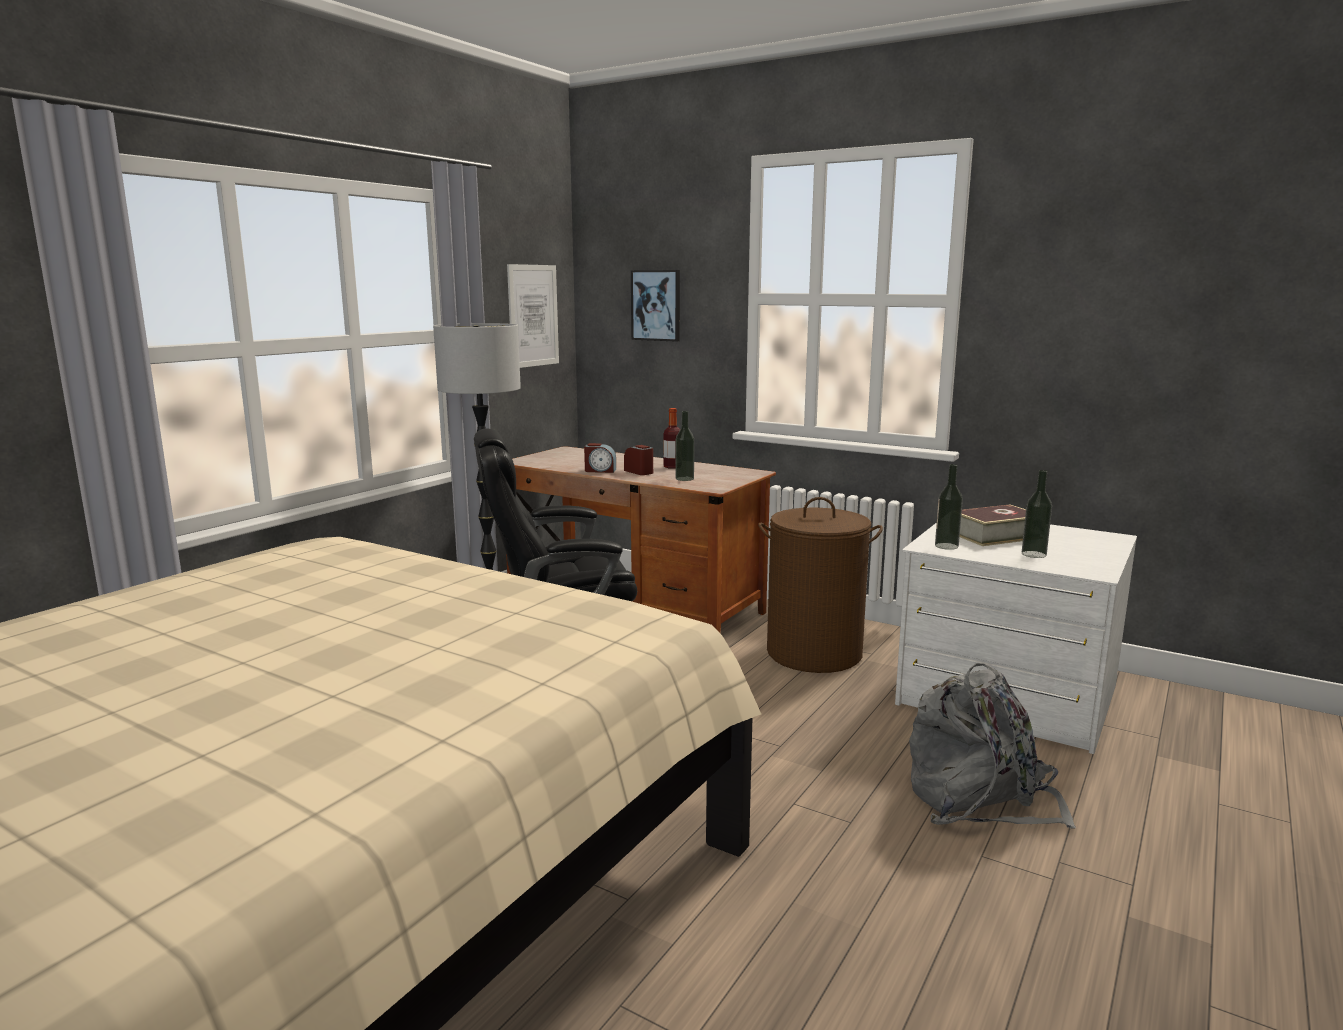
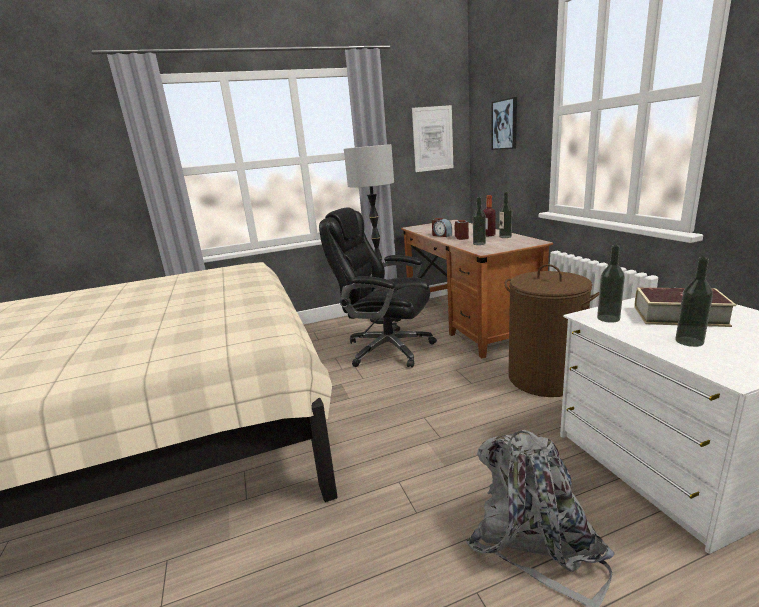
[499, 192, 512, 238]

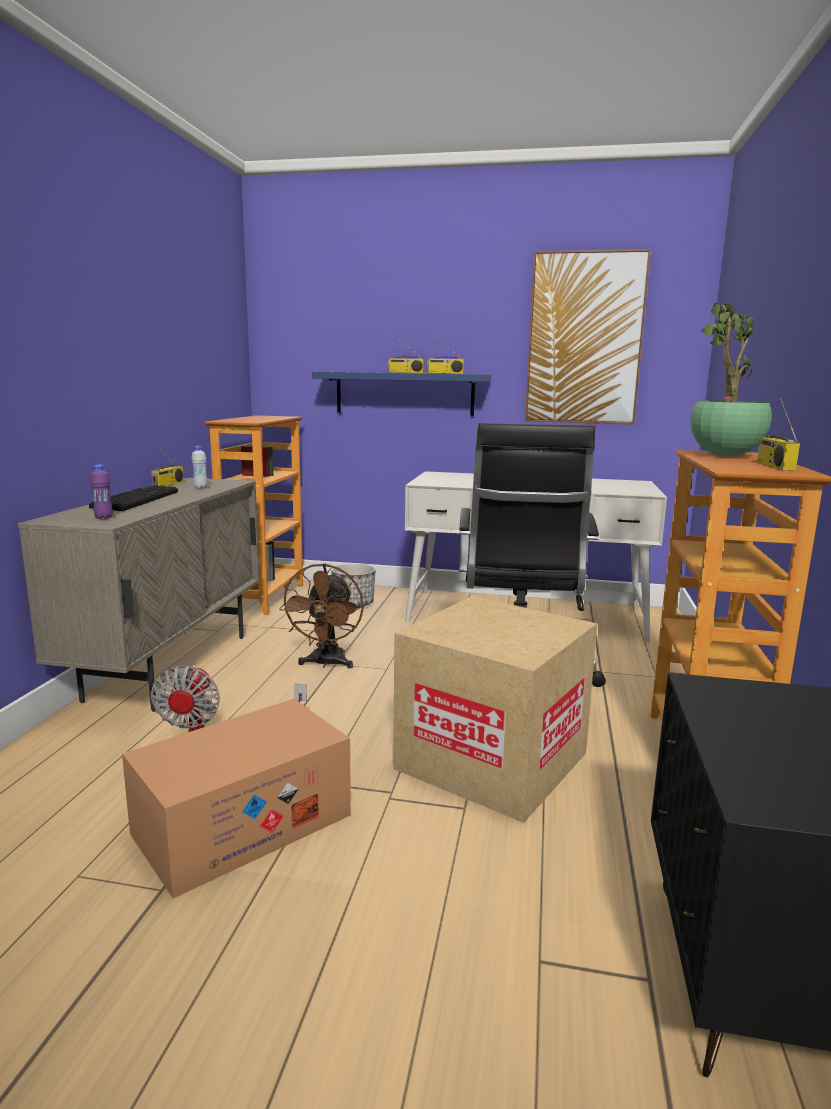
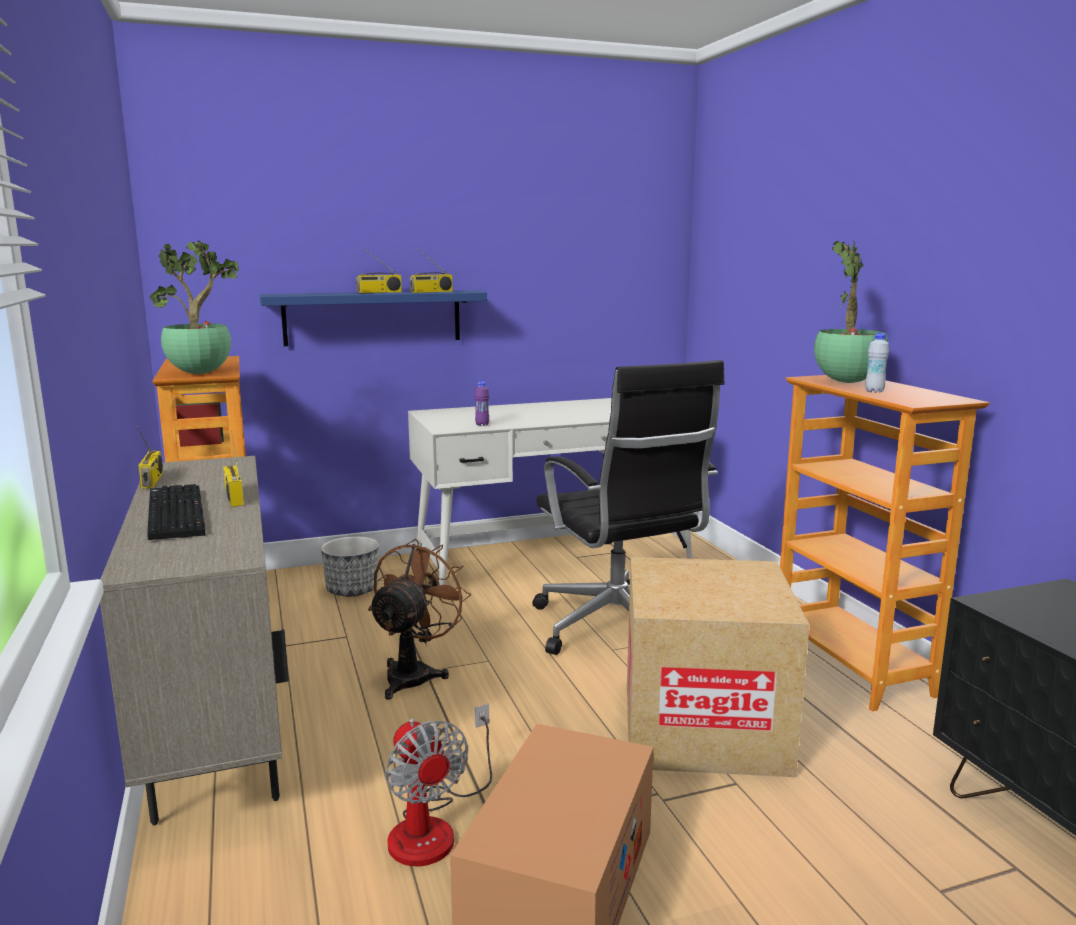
[150, 241, 239, 374]
[223, 431, 244, 507]
[368, 539, 471, 700]
[474, 381, 489, 426]
[865, 333, 889, 393]
[525, 249, 651, 424] (first image)

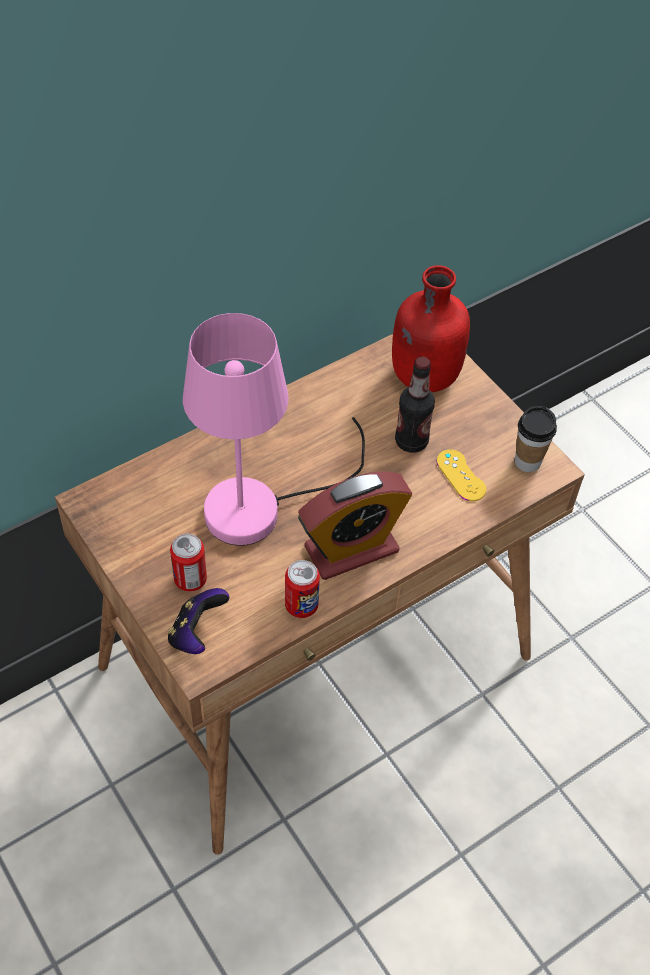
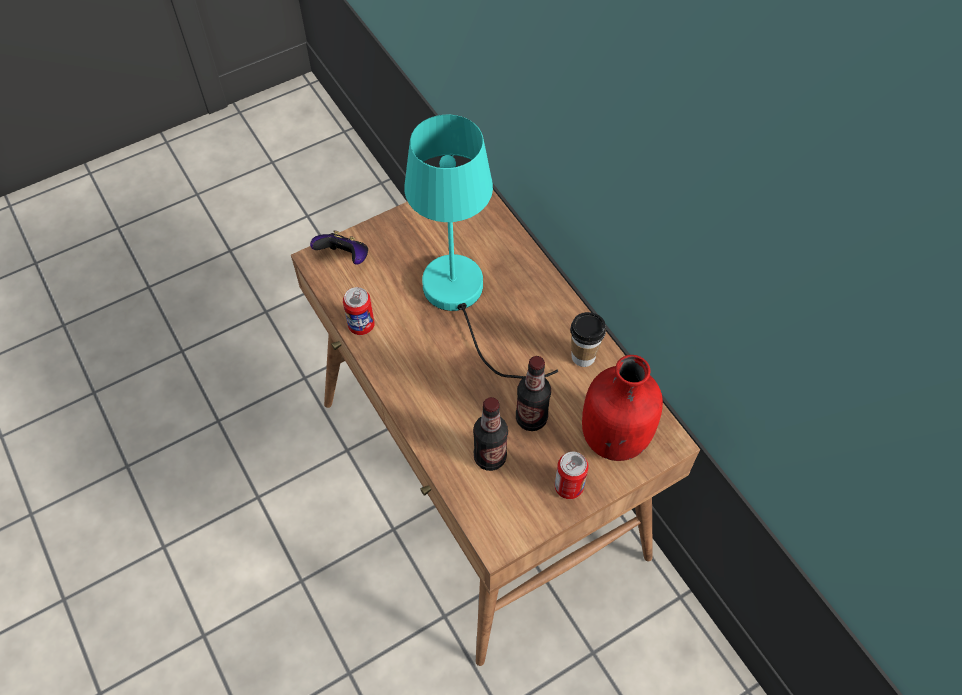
[404, 115, 558, 379]
[473, 397, 508, 471]
[554, 452, 589, 499]
[570, 312, 606, 367]
[298, 471, 412, 580] (first image)

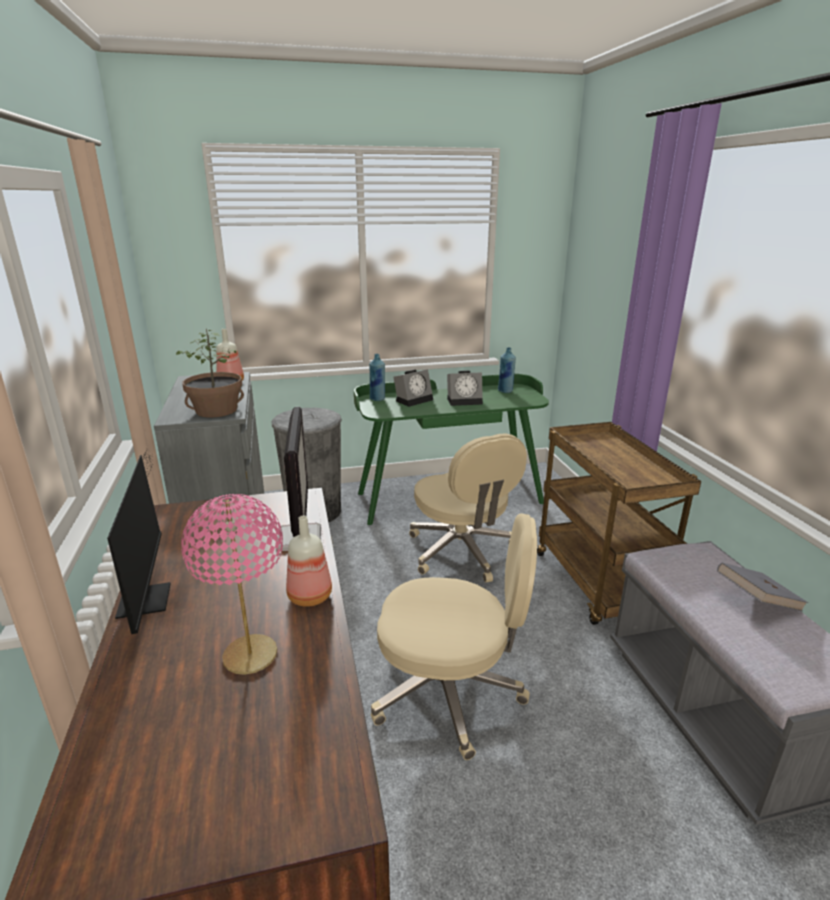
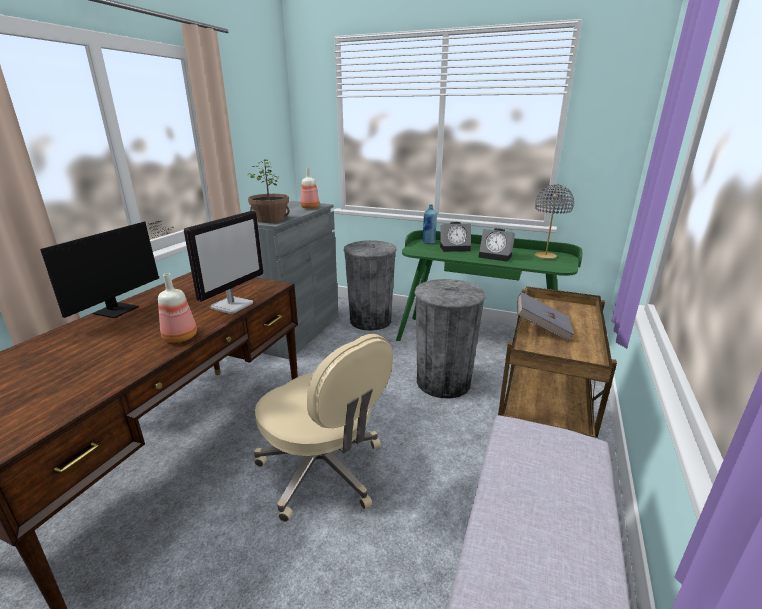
[414, 279, 486, 398]
[517, 292, 574, 341]
[535, 184, 574, 259]
[181, 494, 283, 675] (first image)

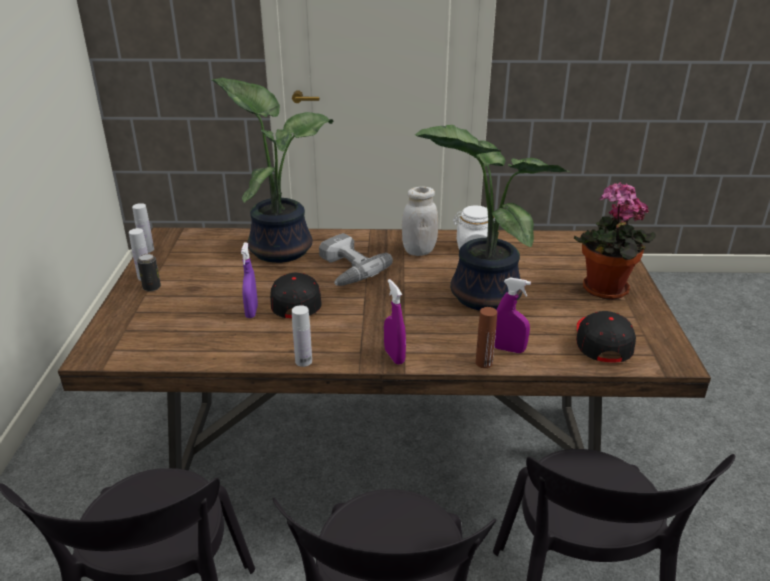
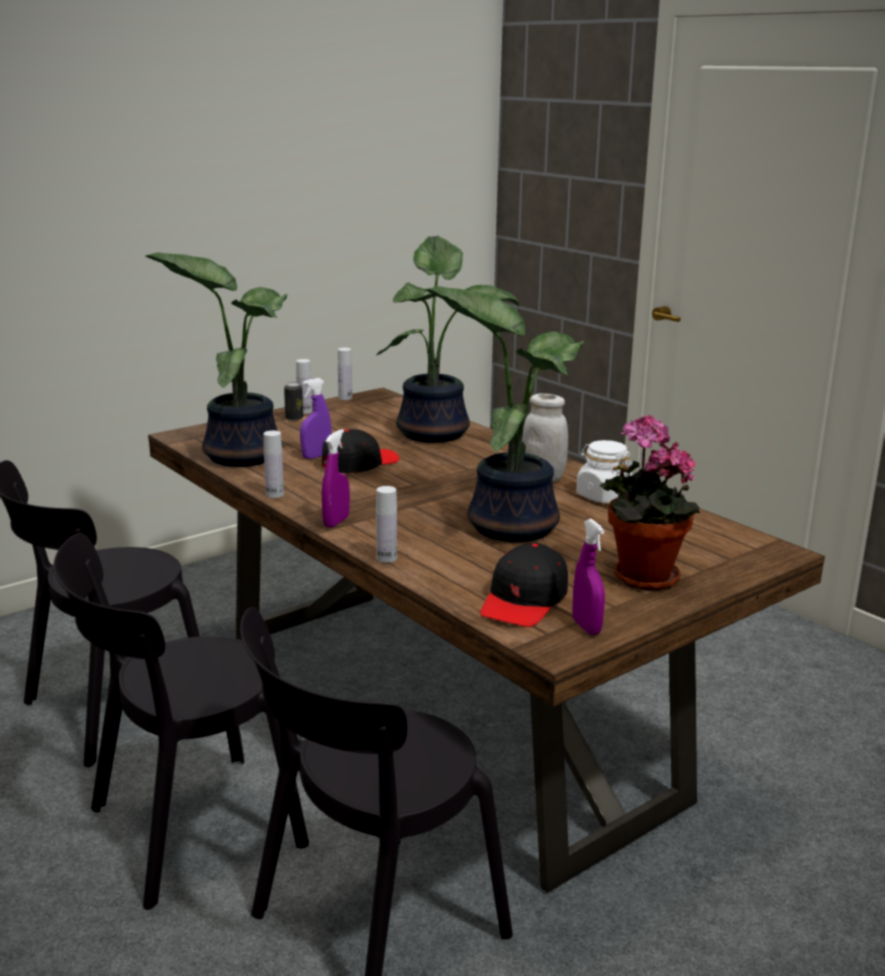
[144, 252, 287, 467]
[376, 486, 397, 563]
[480, 543, 568, 627]
[572, 519, 605, 635]
[319, 233, 393, 286] (first image)

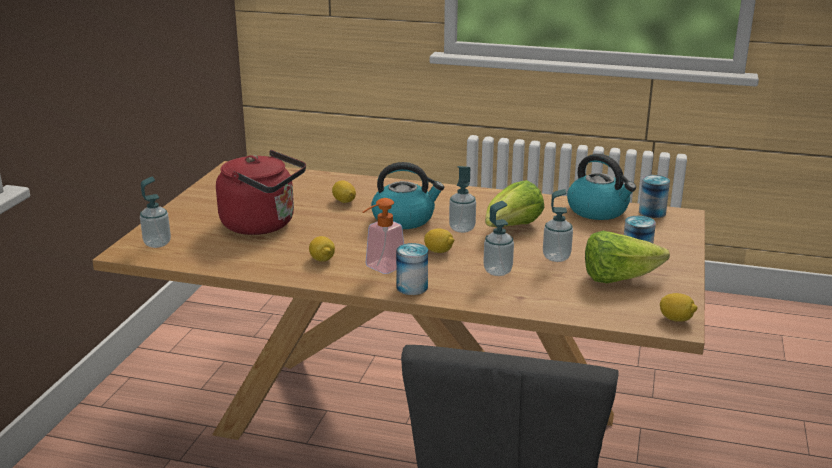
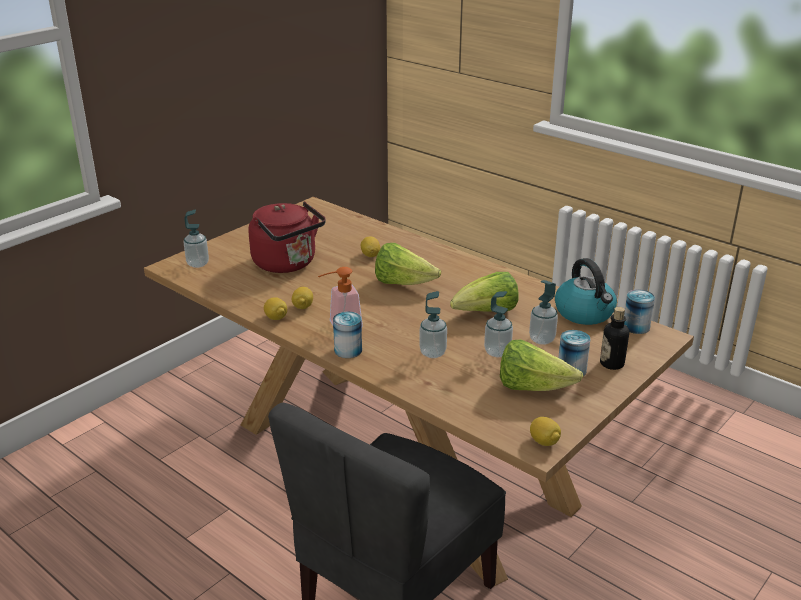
[264, 297, 287, 320]
[375, 243, 441, 285]
[529, 280, 558, 345]
[600, 307, 629, 370]

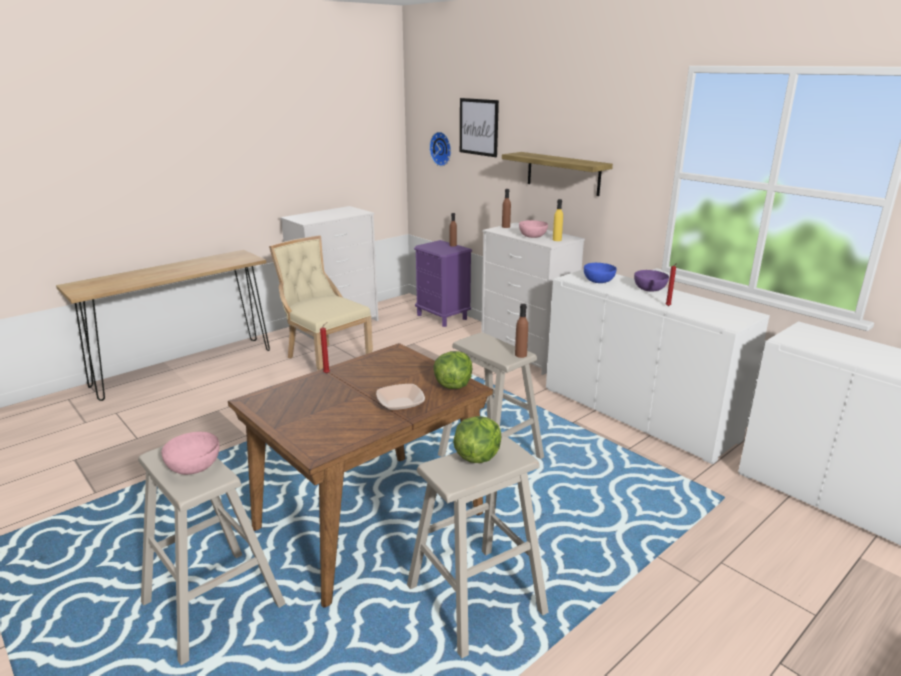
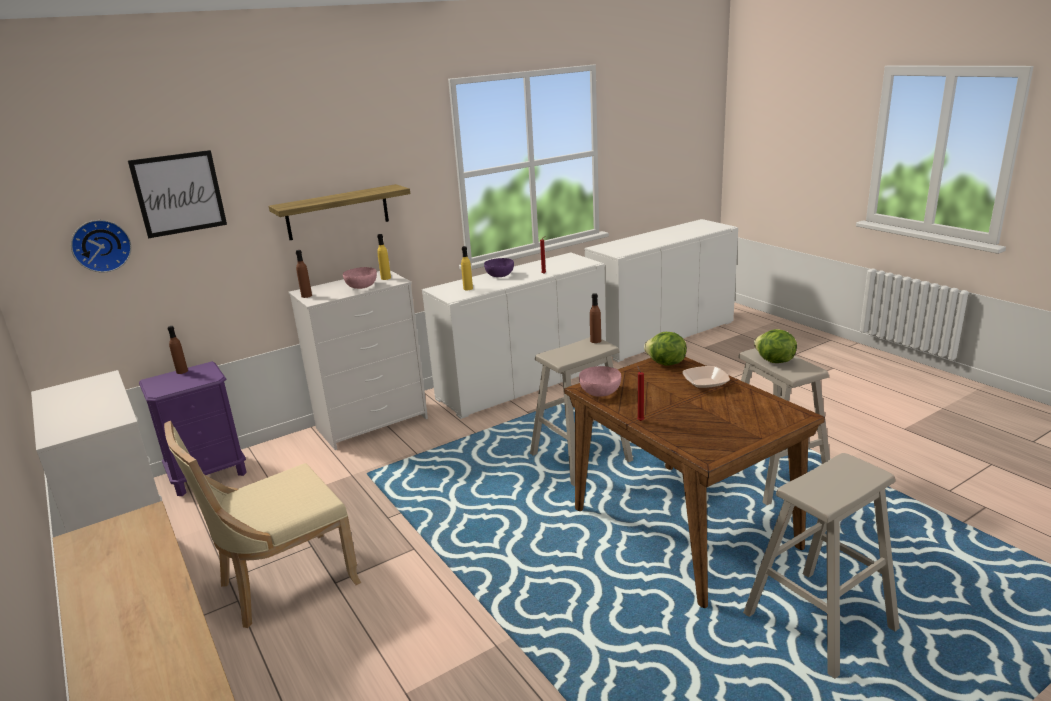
[461, 246, 473, 290]
[579, 366, 621, 397]

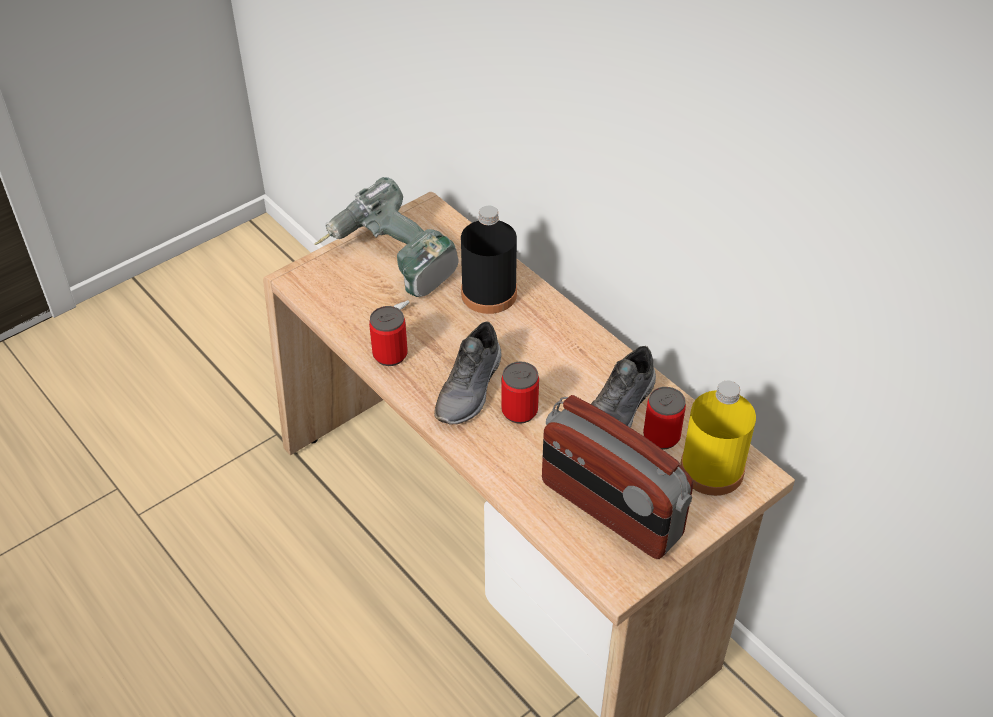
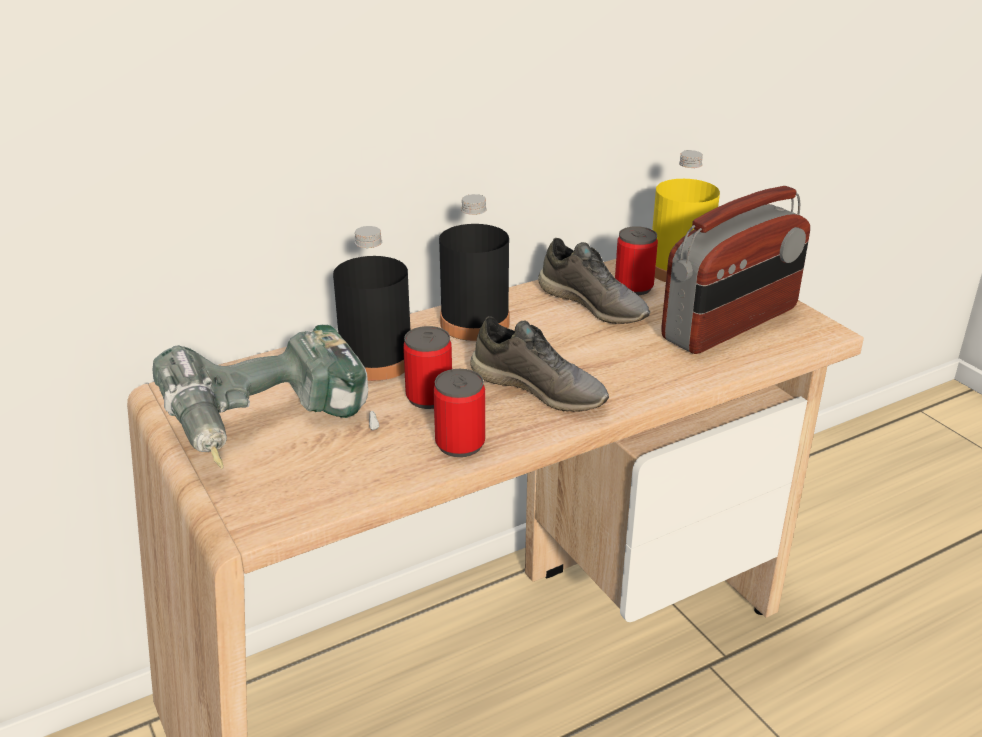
[403, 326, 452, 409]
[439, 194, 510, 341]

